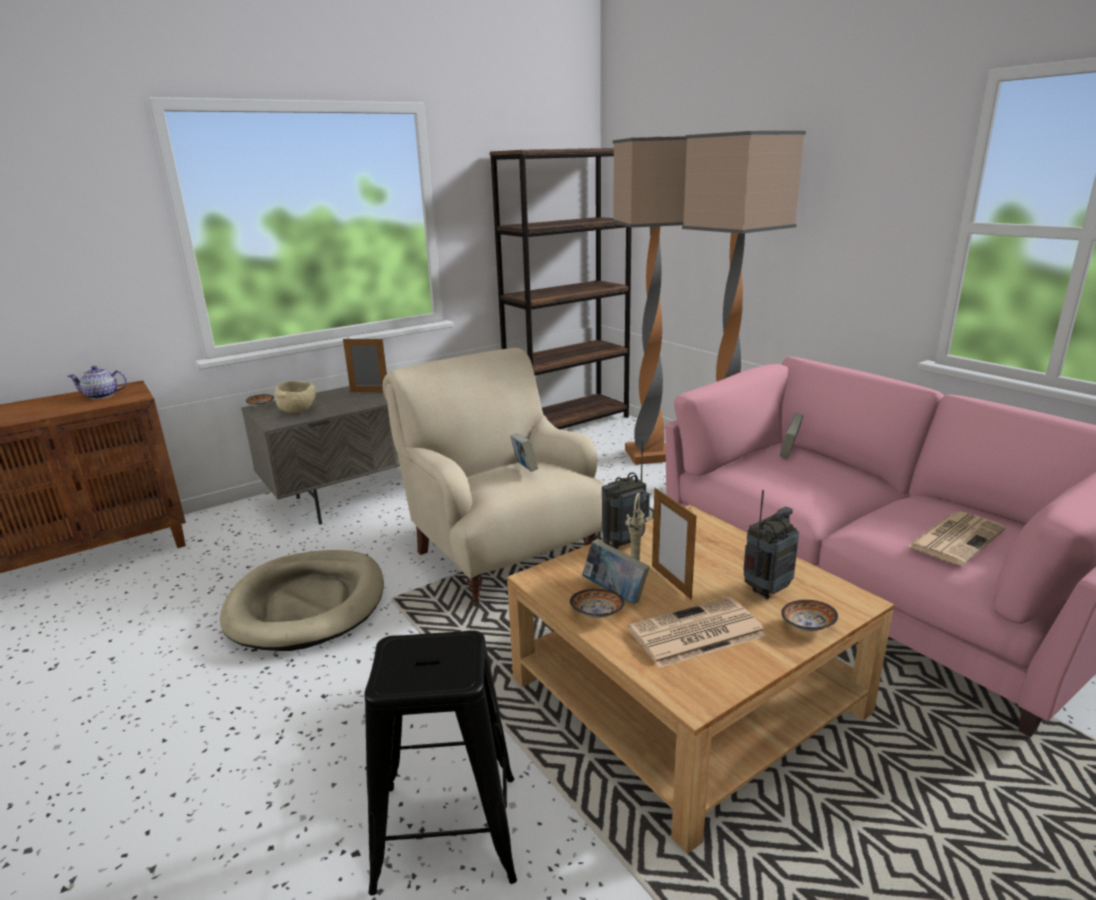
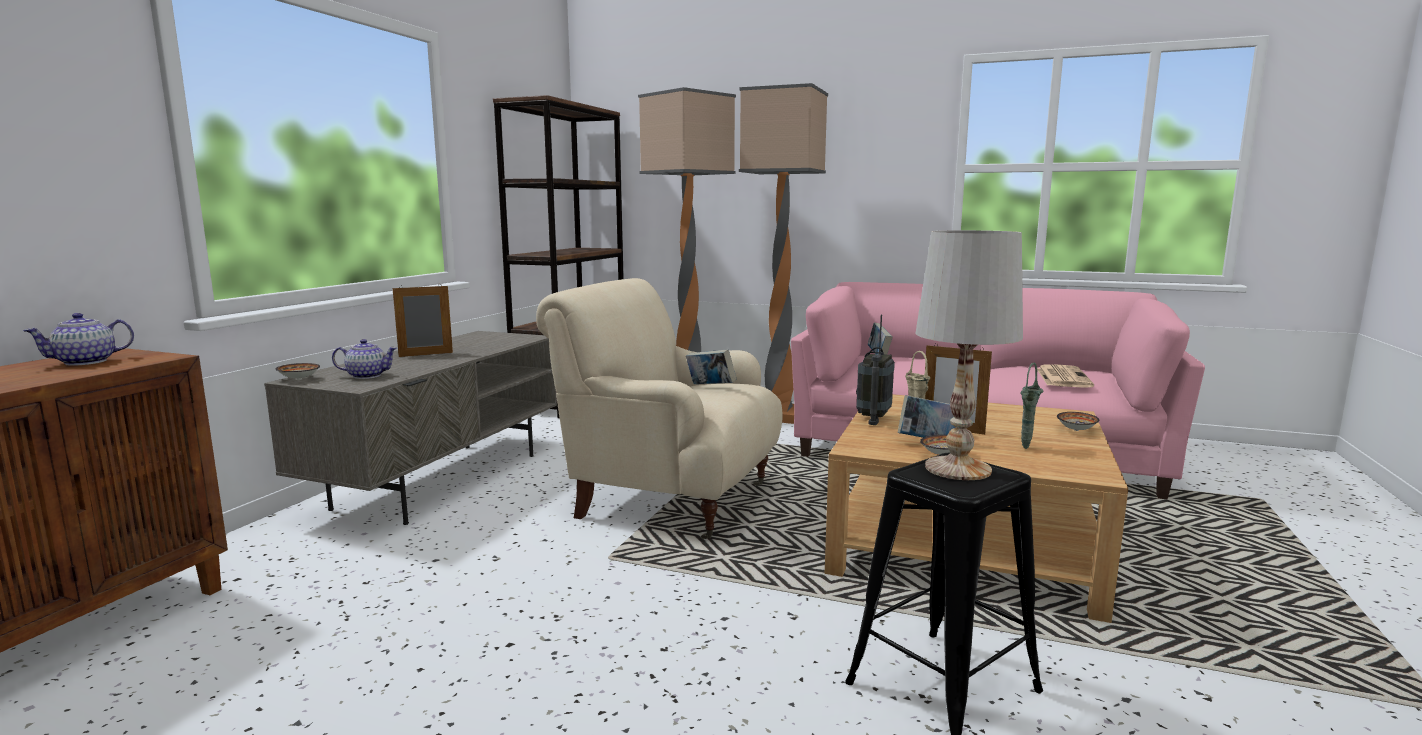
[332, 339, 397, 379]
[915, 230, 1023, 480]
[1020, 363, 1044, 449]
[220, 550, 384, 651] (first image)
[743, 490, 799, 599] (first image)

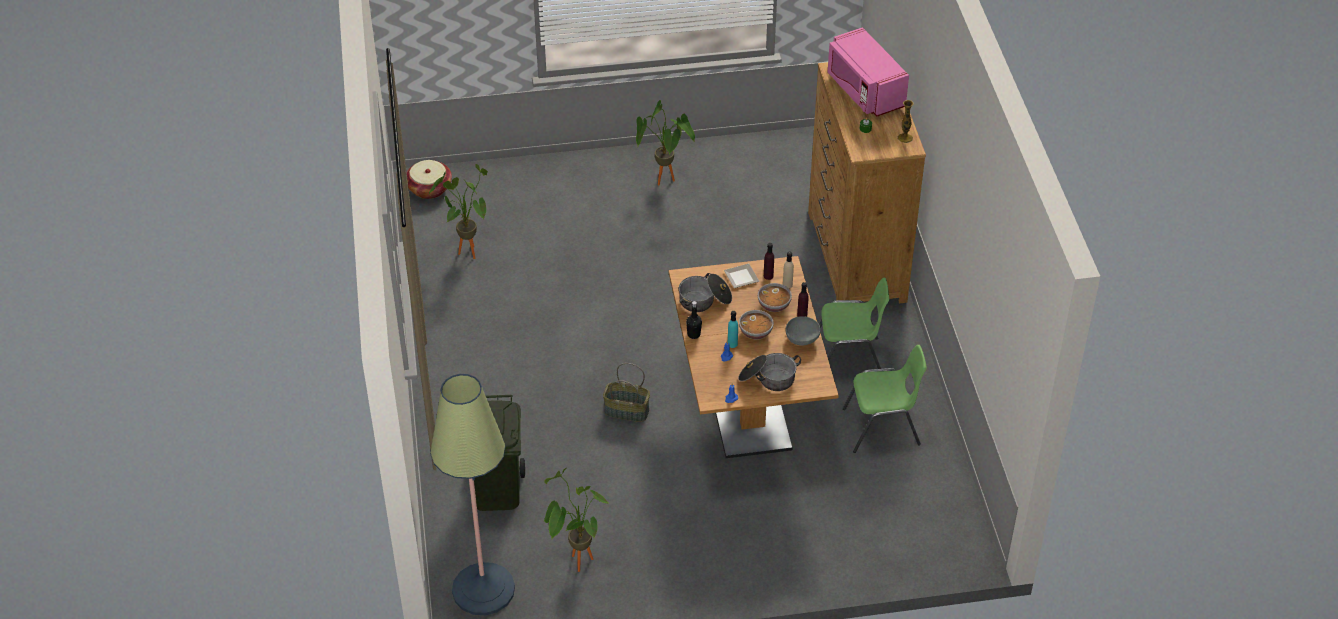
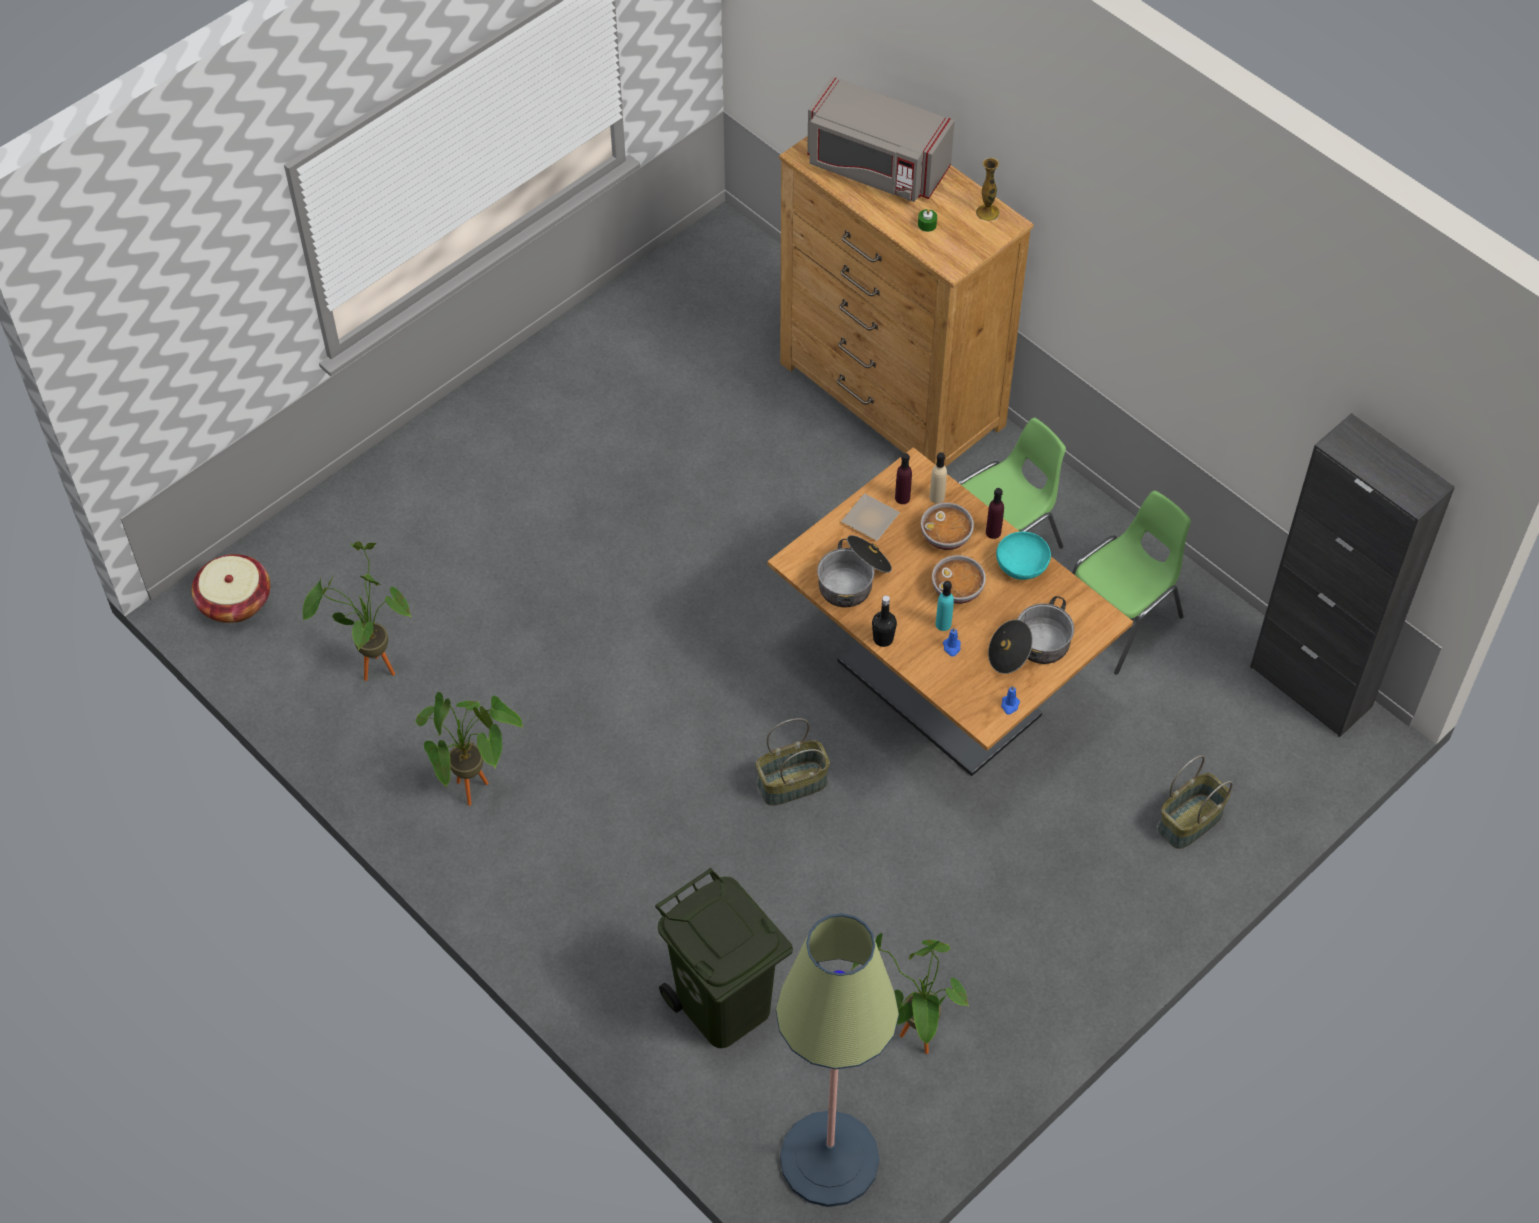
[416, 692, 523, 806]
[807, 76, 955, 202]
[996, 531, 1051, 580]
[1158, 755, 1233, 849]
[1250, 413, 1455, 737]

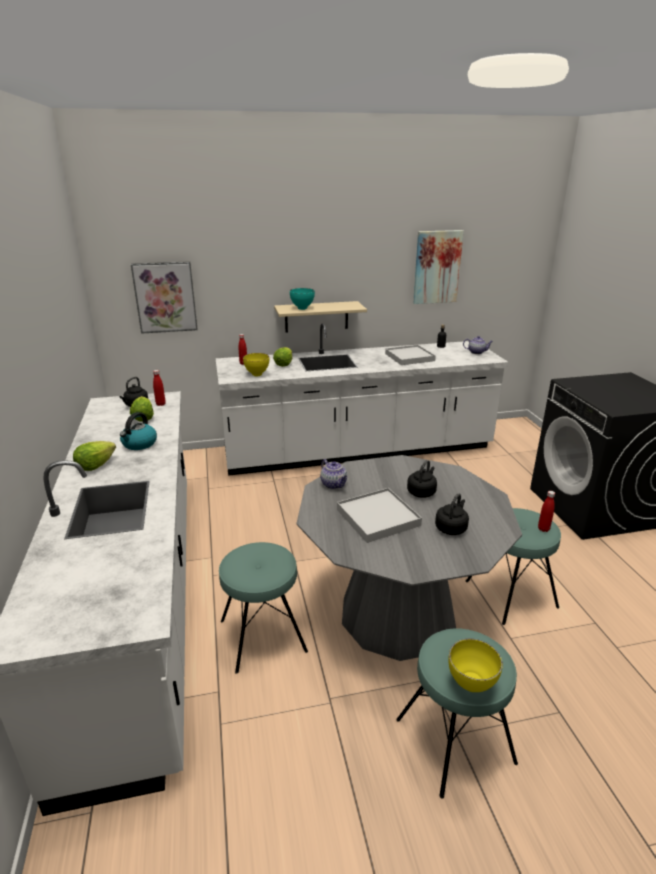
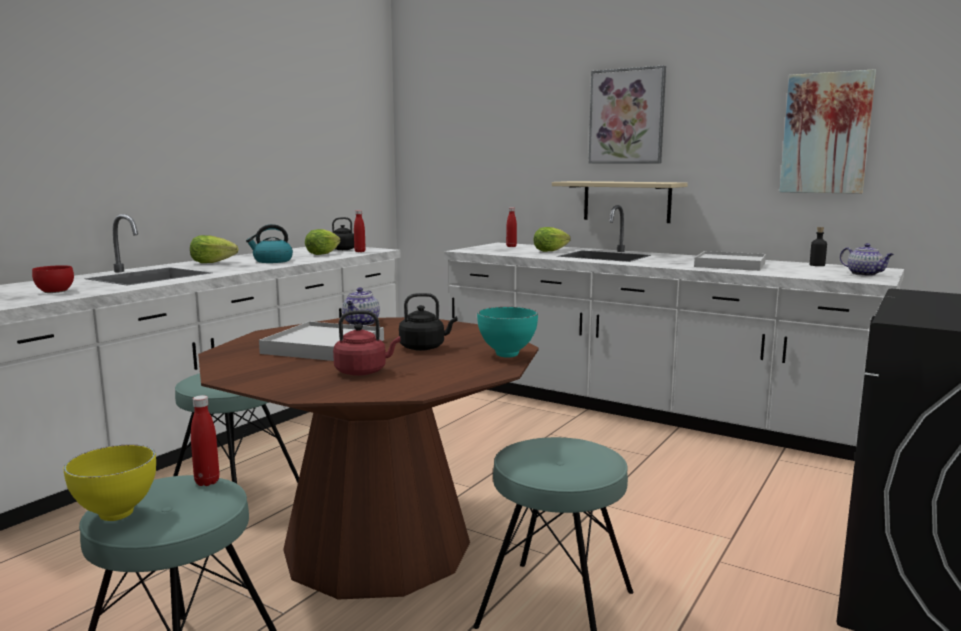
[32, 265, 74, 293]
[191, 395, 219, 486]
[198, 317, 539, 600]
[333, 310, 401, 376]
[477, 307, 538, 358]
[588, 65, 666, 164]
[243, 353, 269, 376] (first image)

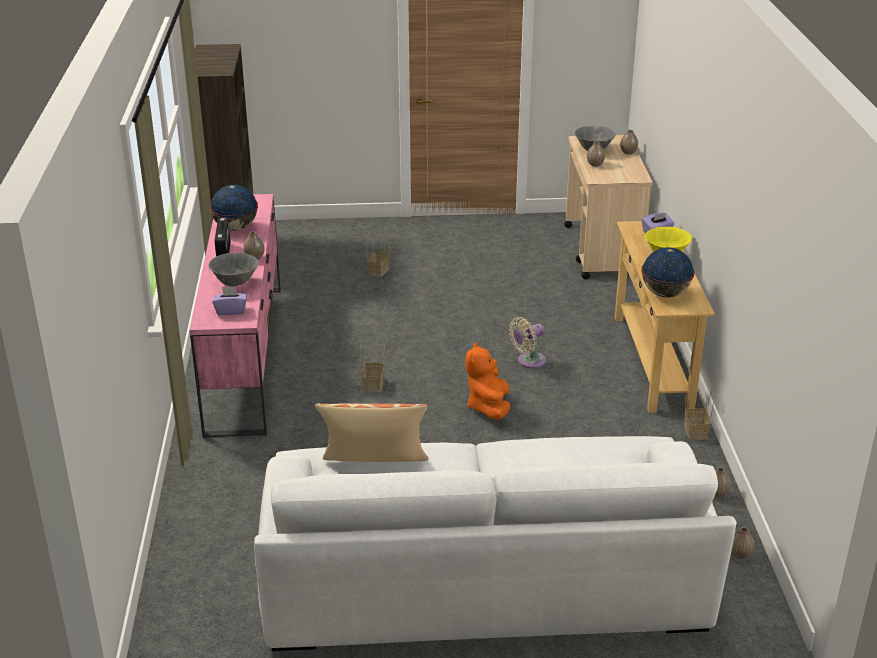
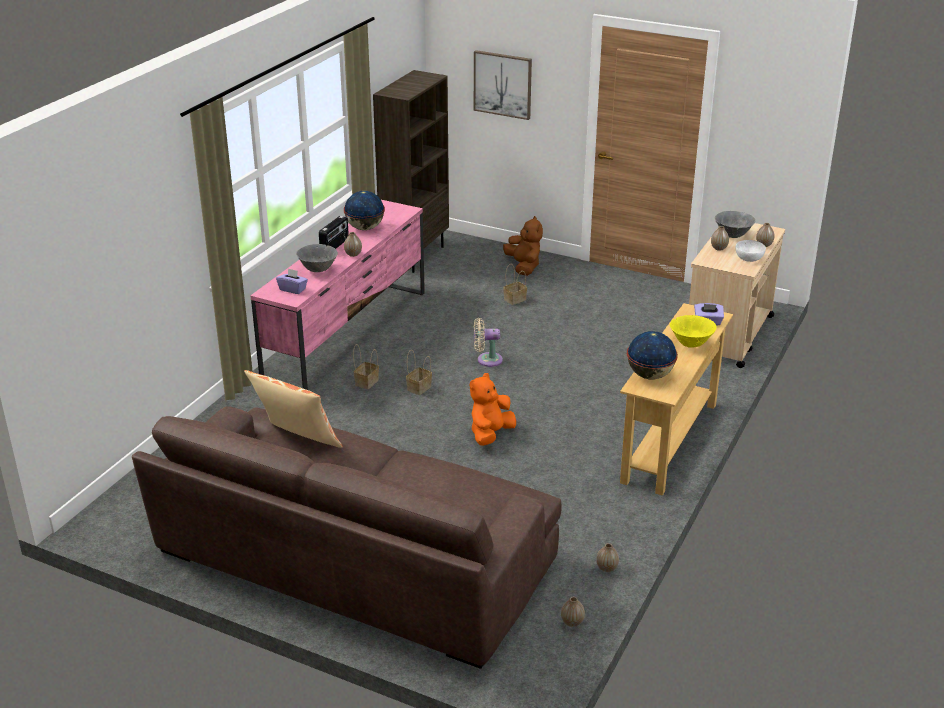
[132, 406, 561, 669]
[353, 344, 379, 389]
[474, 50, 532, 120]
[474, 318, 503, 367]
[503, 216, 543, 276]
[736, 240, 766, 262]

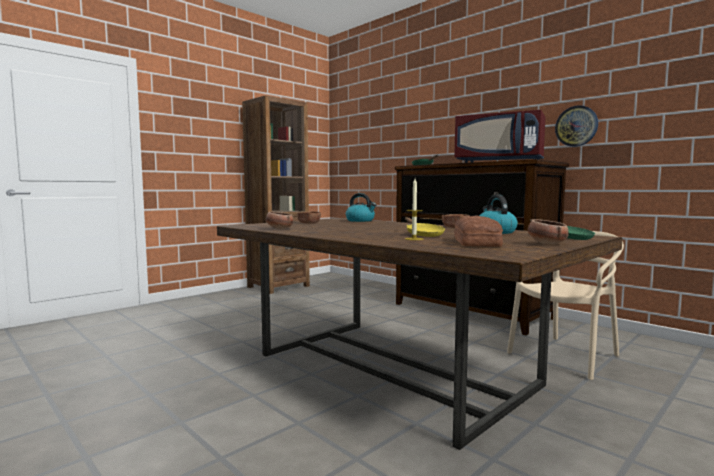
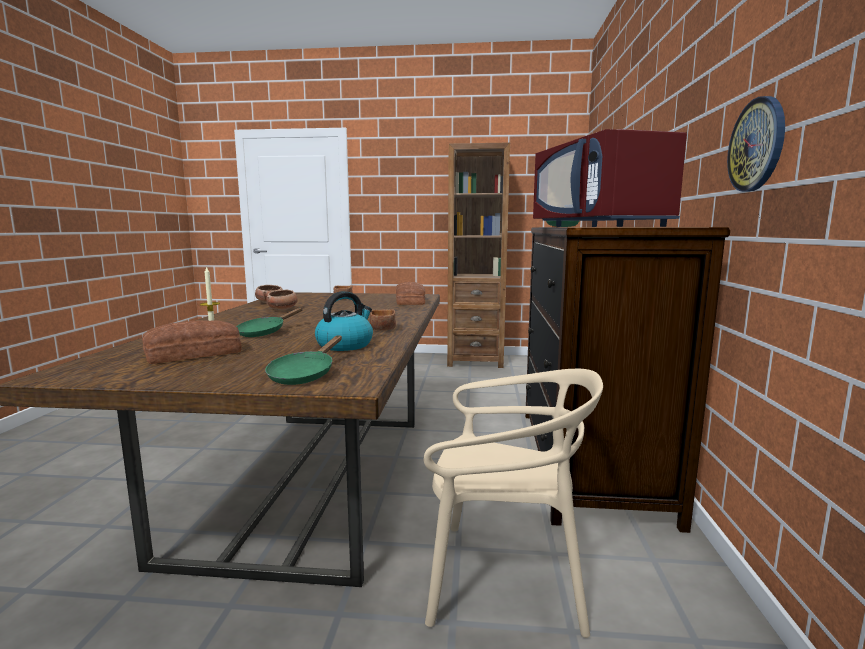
[236, 308, 303, 337]
[266, 290, 298, 310]
[396, 282, 425, 305]

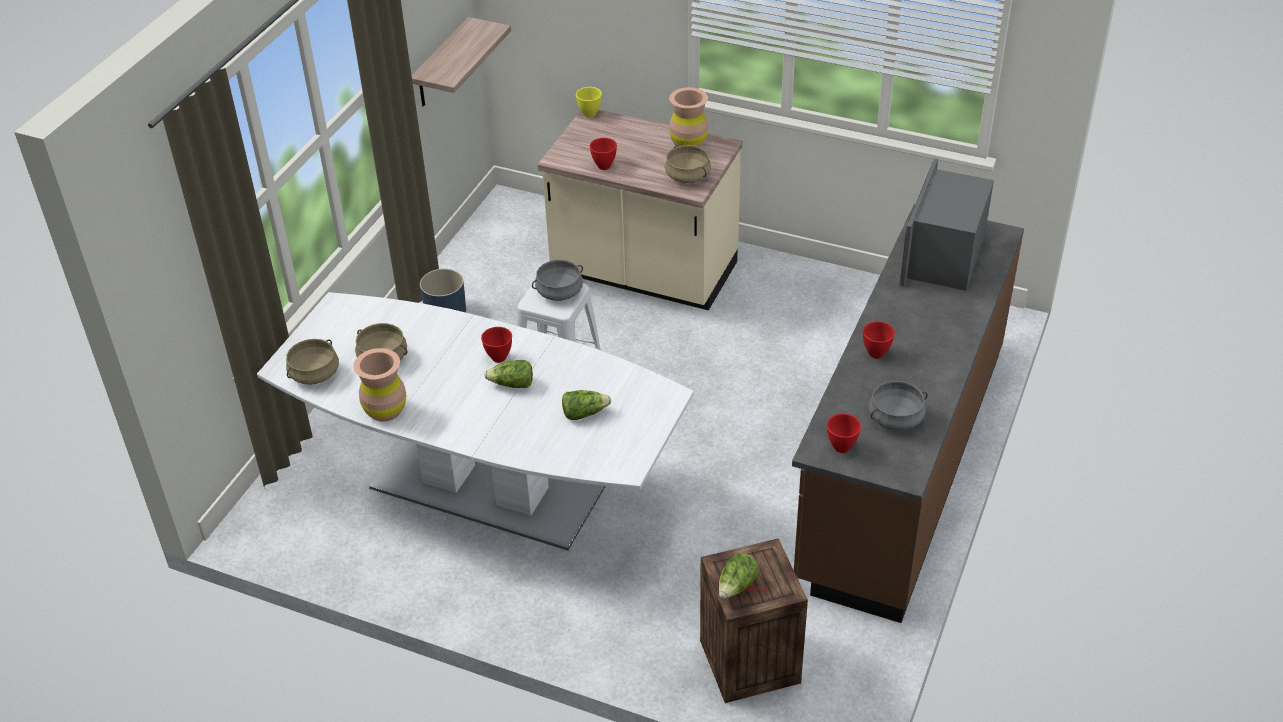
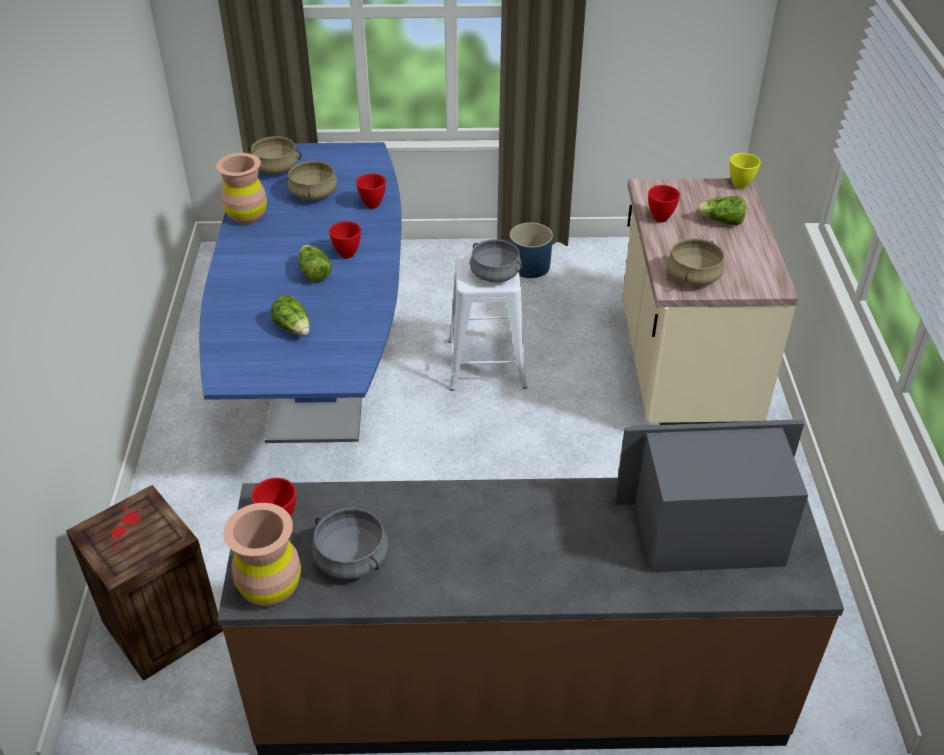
[199, 142, 402, 443]
[223, 503, 301, 606]
[356, 173, 386, 209]
[696, 196, 746, 225]
[412, 17, 511, 107] (first image)

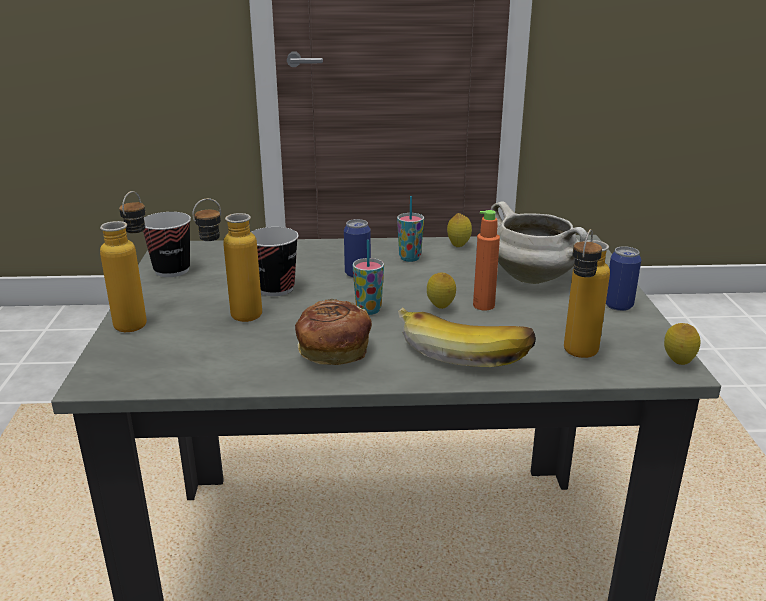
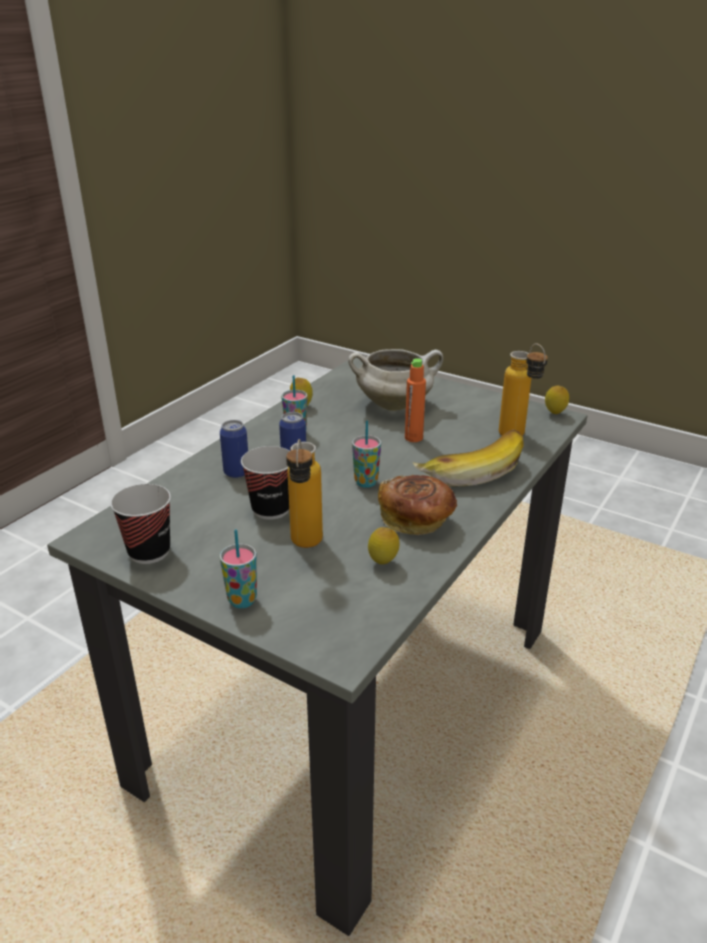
[220, 420, 248, 478]
[220, 530, 257, 608]
[368, 527, 399, 564]

